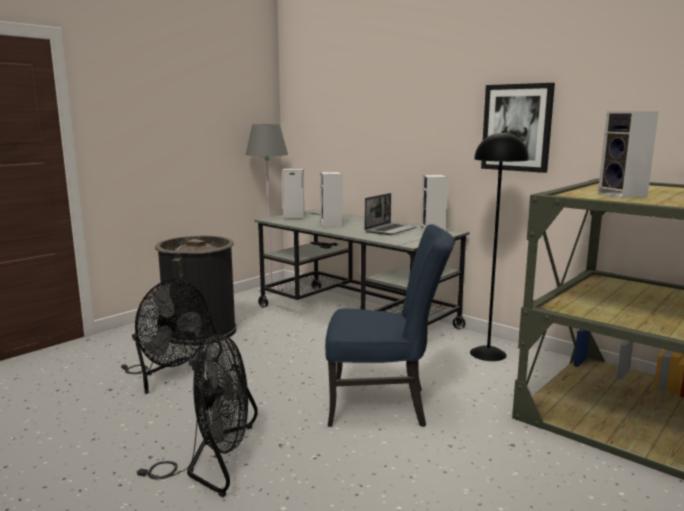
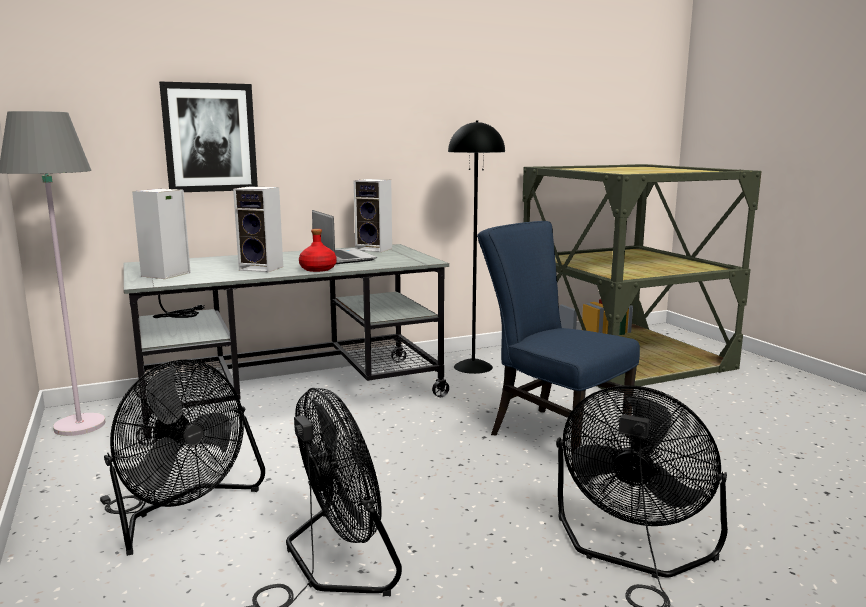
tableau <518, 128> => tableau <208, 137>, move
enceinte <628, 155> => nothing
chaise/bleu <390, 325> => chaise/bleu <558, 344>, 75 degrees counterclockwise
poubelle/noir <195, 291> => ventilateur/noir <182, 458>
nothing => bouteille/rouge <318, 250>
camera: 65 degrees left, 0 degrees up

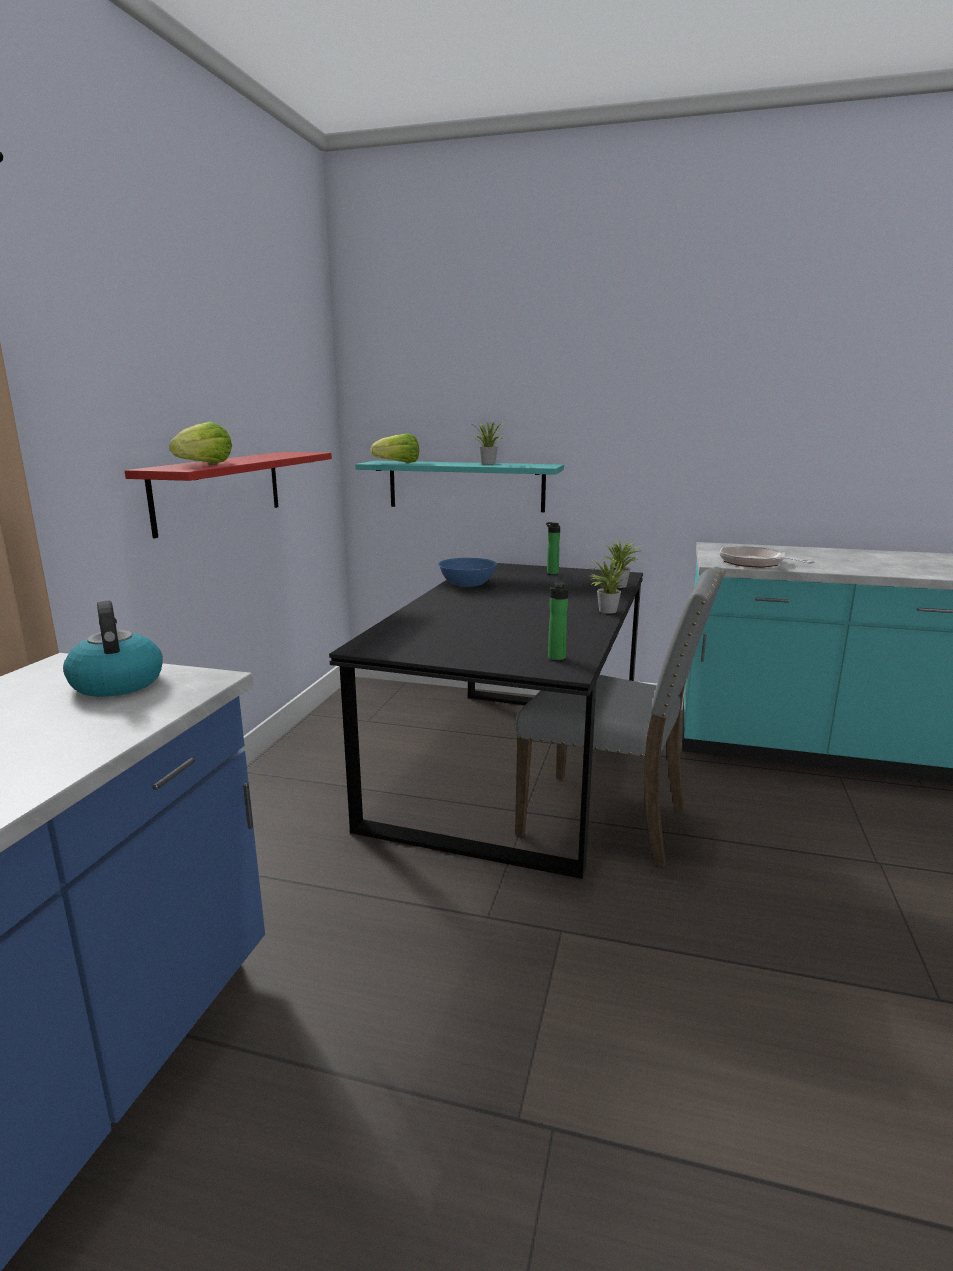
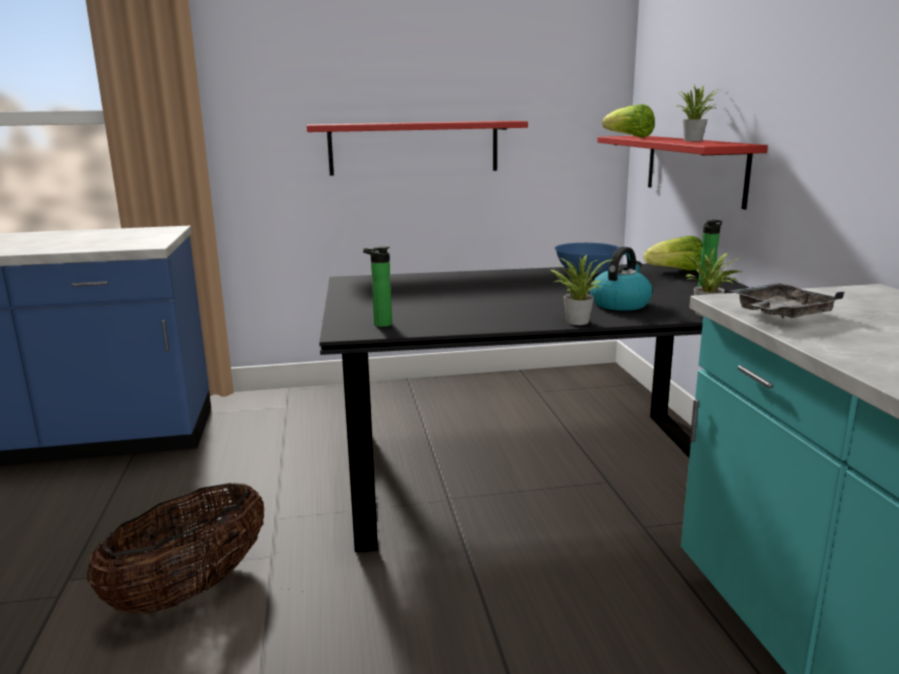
laitue <200, 443> => laitue <673, 253>, move
étagère/turquoise <459, 486> => étagère/rouge <682, 172>
poêle <767, 557> => plateau/gris <787, 300>
chaise/gris <620, 717> => nothing
bouilloire <113, 649> => bouilloire <621, 279>, move
nothing => panier <176, 548>
camera: 65 degrees right, 0 degrees up

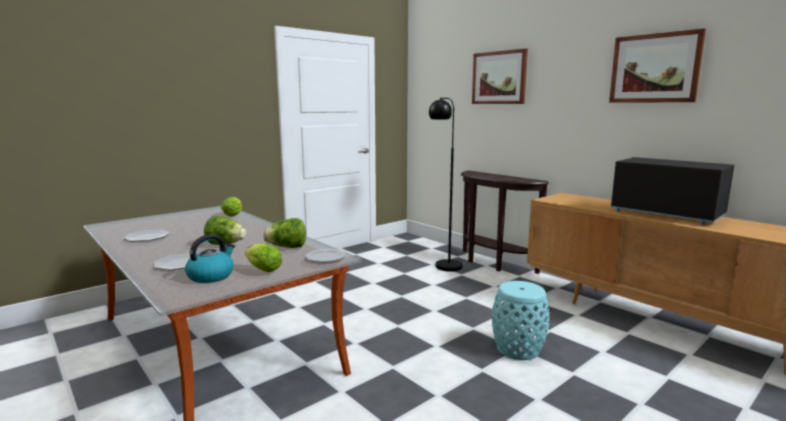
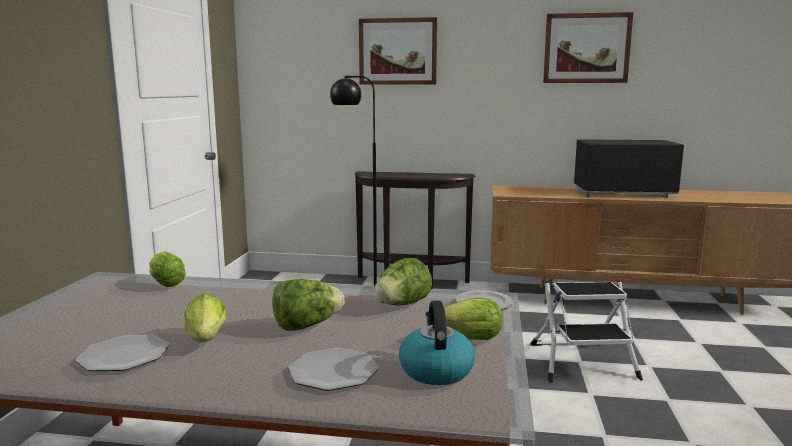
tabouret/turquoise <520, 320> => escabeau <586, 331>
nothing => laitue <205, 317>
camera: 40 degrees left, 0 degrees up

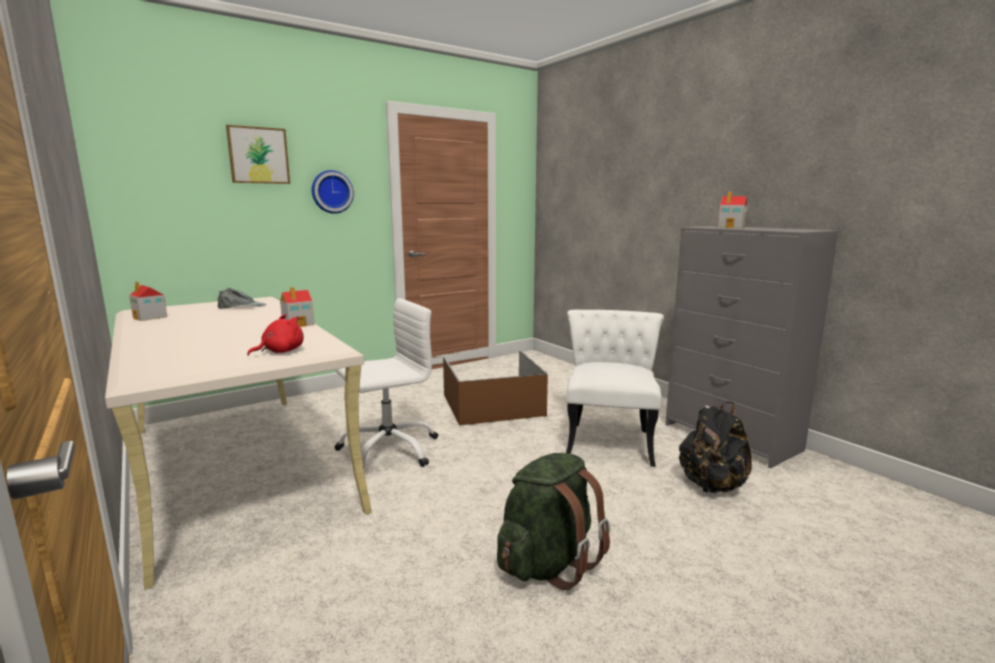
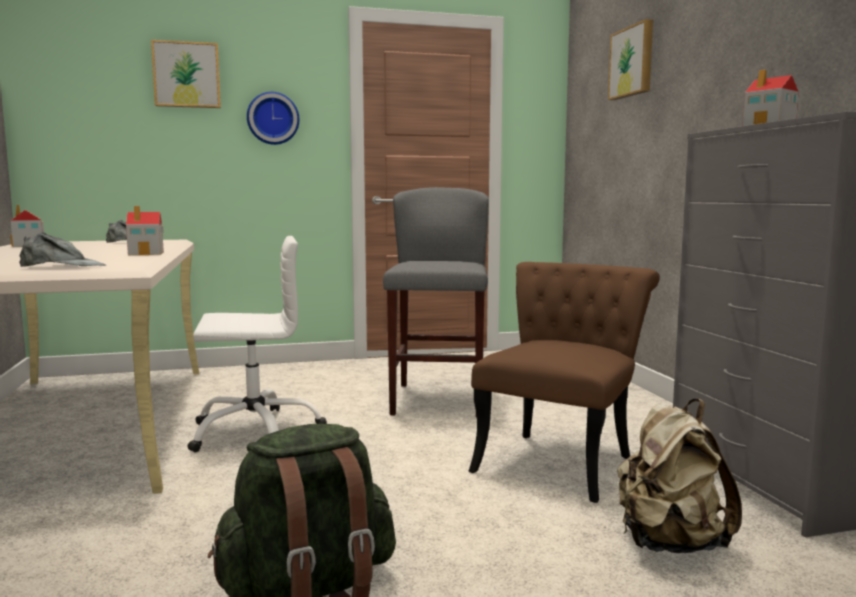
chaise/blanc <615, 388> => chaise/marron <564, 382>
peluche/rouge <275, 335> => casquette/gris <63, 249>
boîte de rangement/marron <495, 388> => tabouret/gris <436, 302>
sac à dos/noir <715, 447> => sac à dos/beige <679, 476>
nothing => tableau <630, 59>
camera: 20 degrees right, 5 degrees down

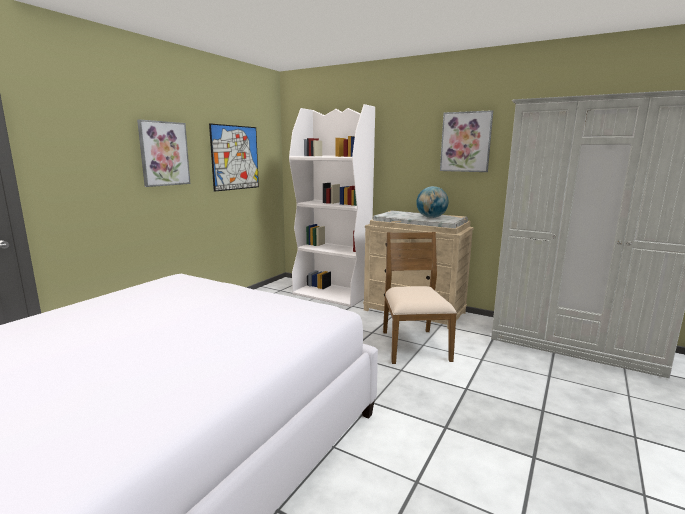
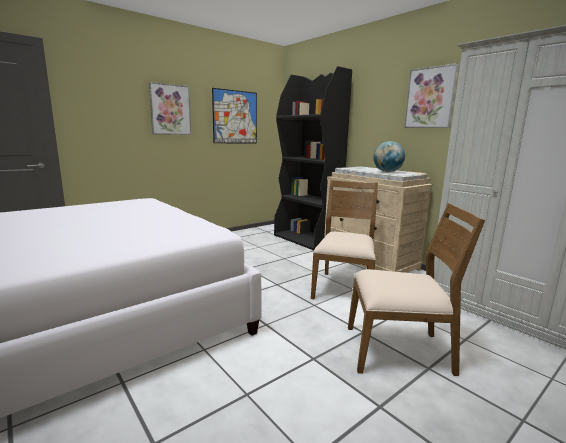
bibliothèque/blanc <332, 205> => bibliothèque/noir <313, 158>
nothing => chaise/marron <416, 289>
camera: 20 degrees right, 0 degrees up

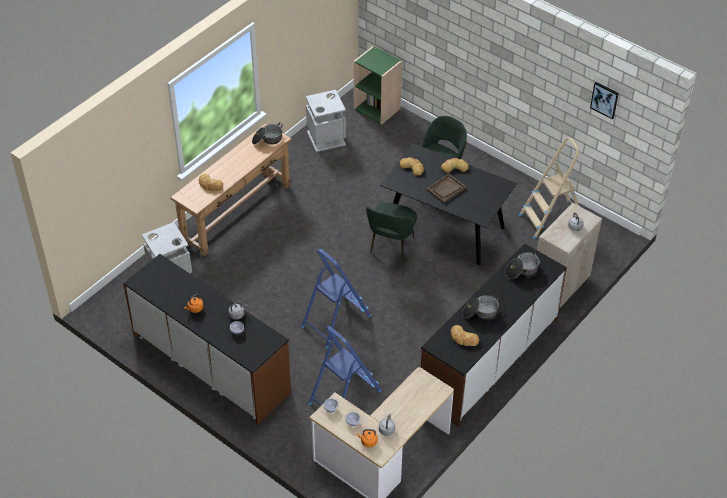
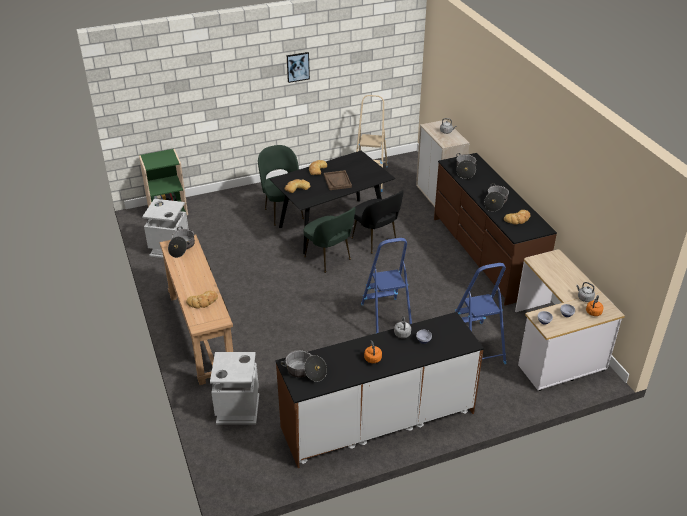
tableau <604, 101> => tableau <298, 67>, move
nothing => chaise/noir <378, 222>
nothing => marmite <303, 366>
camera: 60 degrees left, 10 degrees down

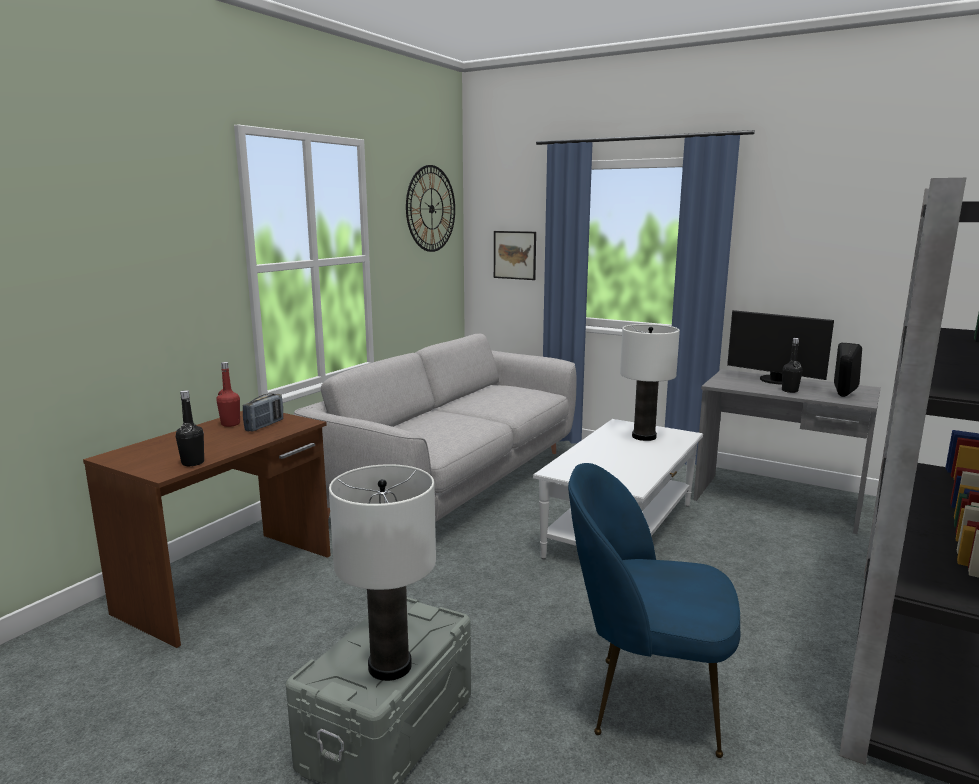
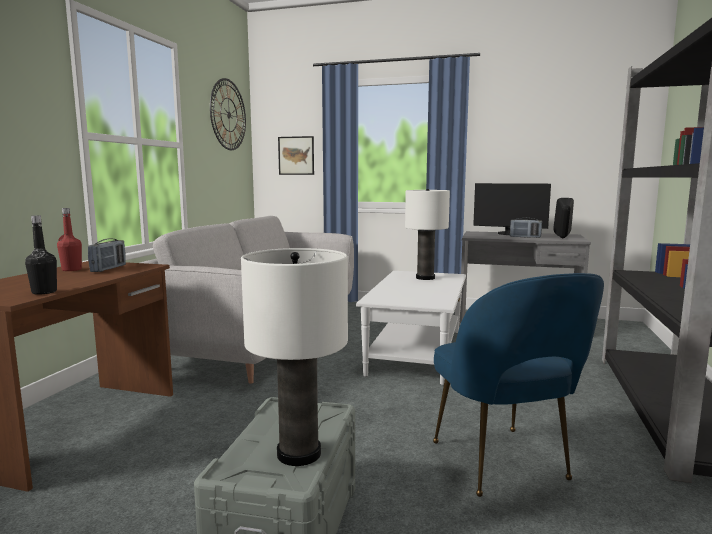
bouteille/noir <792, 365> => radio <526, 228>
chaise/bleu <654, 610> => chaise/bleu <518, 385>, 105 degrees counterclockwise
camera: 15 degrees left, 5 degrees down

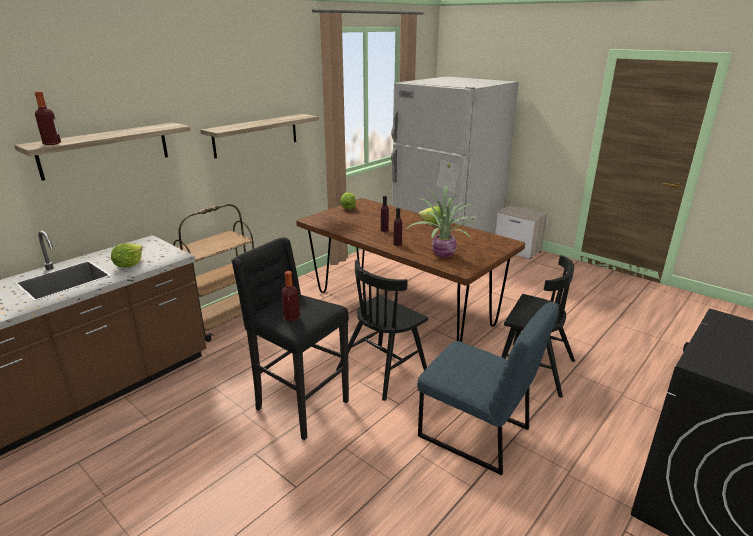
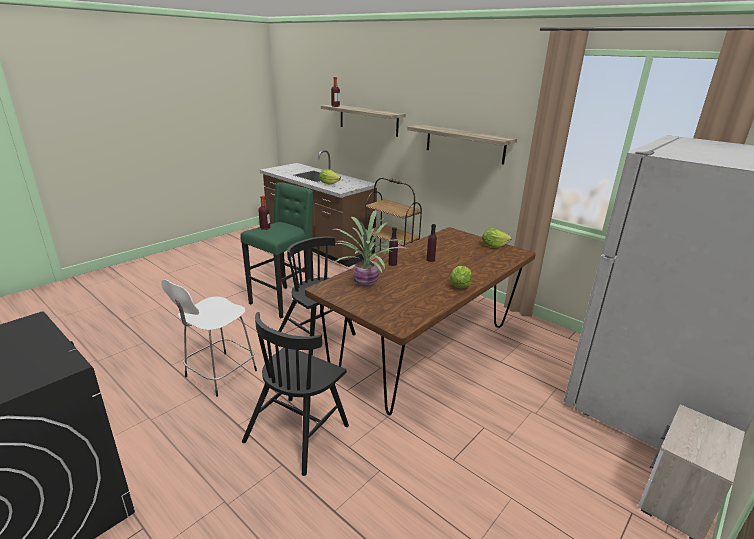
tabouret/noir <290, 338> => tabouret/vert <276, 250>
chaise/bleu <488, 388> => tabouret/blanc <209, 338>
camera: 90 degrees right, 0 degrees up

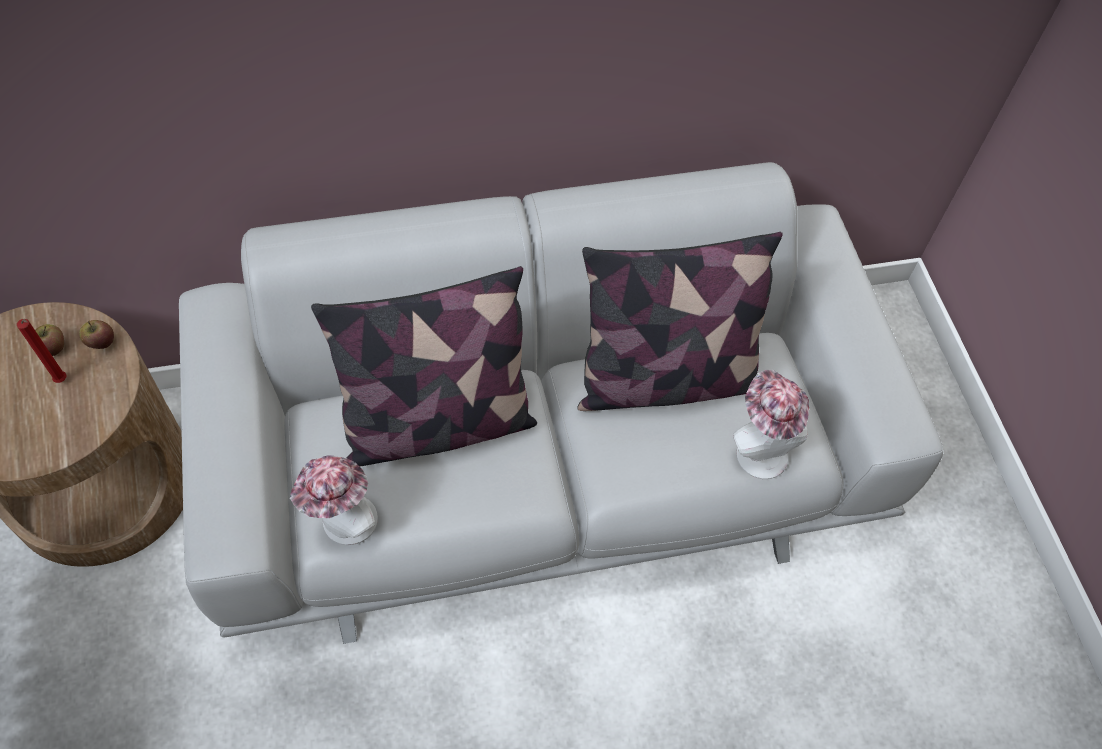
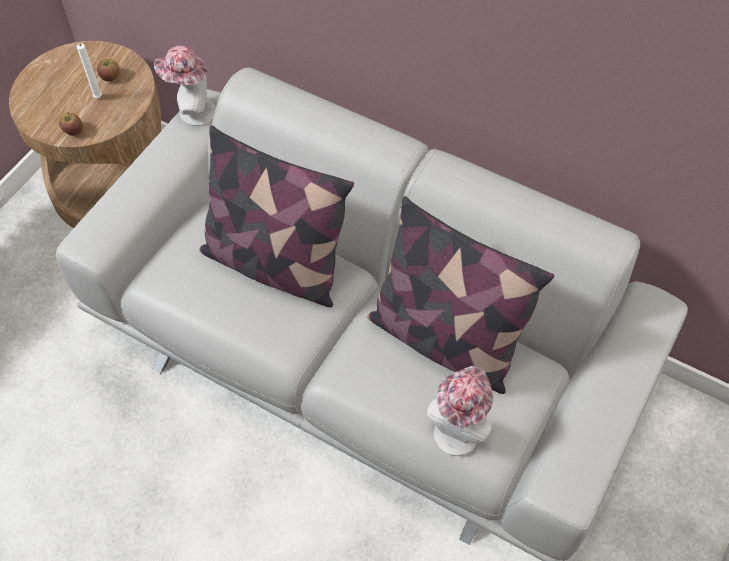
bougie/rouge <41, 351> => bougie/blanc <89, 70>
pomme <96, 334> => pomme <70, 124>, move
chapeau <334, 500> => chapeau <185, 85>, move
camera: 45 degrees right, 0 degrees up

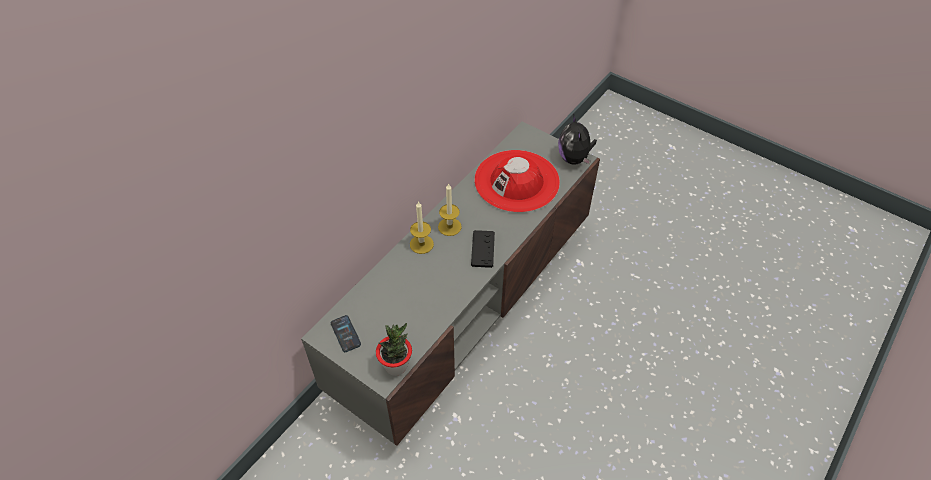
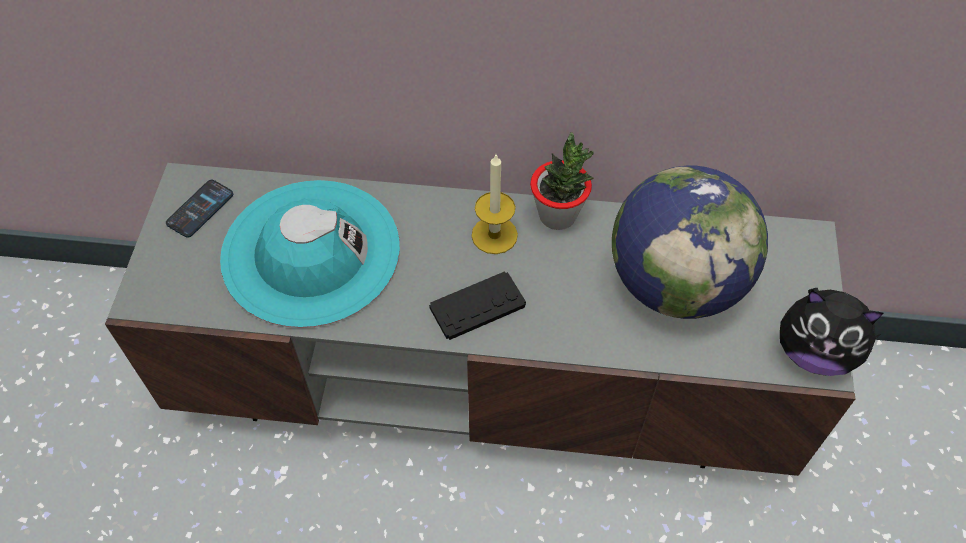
peluche <577, 139> => peluche <831, 332>, 120 degrees counterclockwise
chapeau/rouge <517, 181> => globe <690, 242>
bougie <422, 227> => nothing
plante en pot <394, 349> => plante en pot <562, 181>, move
nothing => chapeau/turquoise <310, 254>
camera: 60 degrees right, 5 degrees up

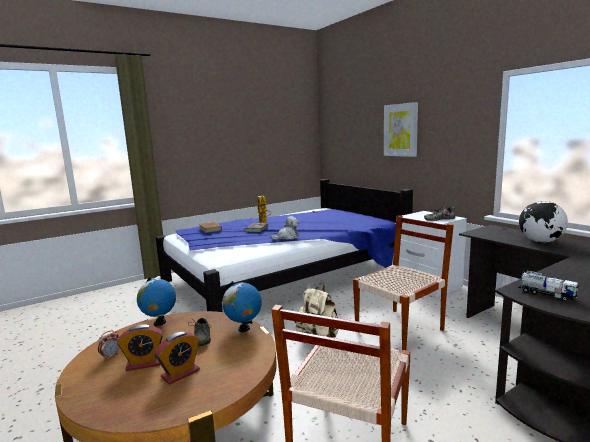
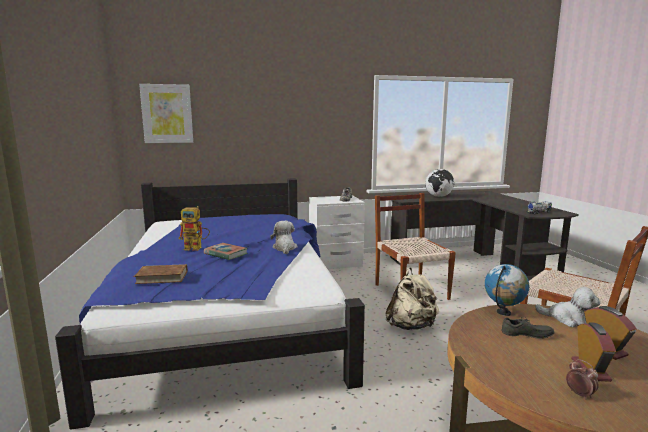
tableau <401, 129> => tableau <166, 113>, move
globe <156, 301> => nothing
nothing => peluche <567, 307>
camera: 70 degrees left, 0 degrees up

